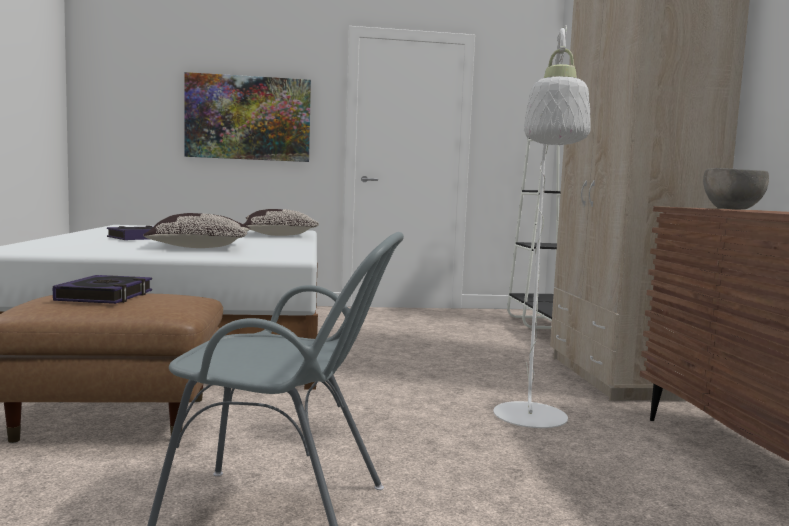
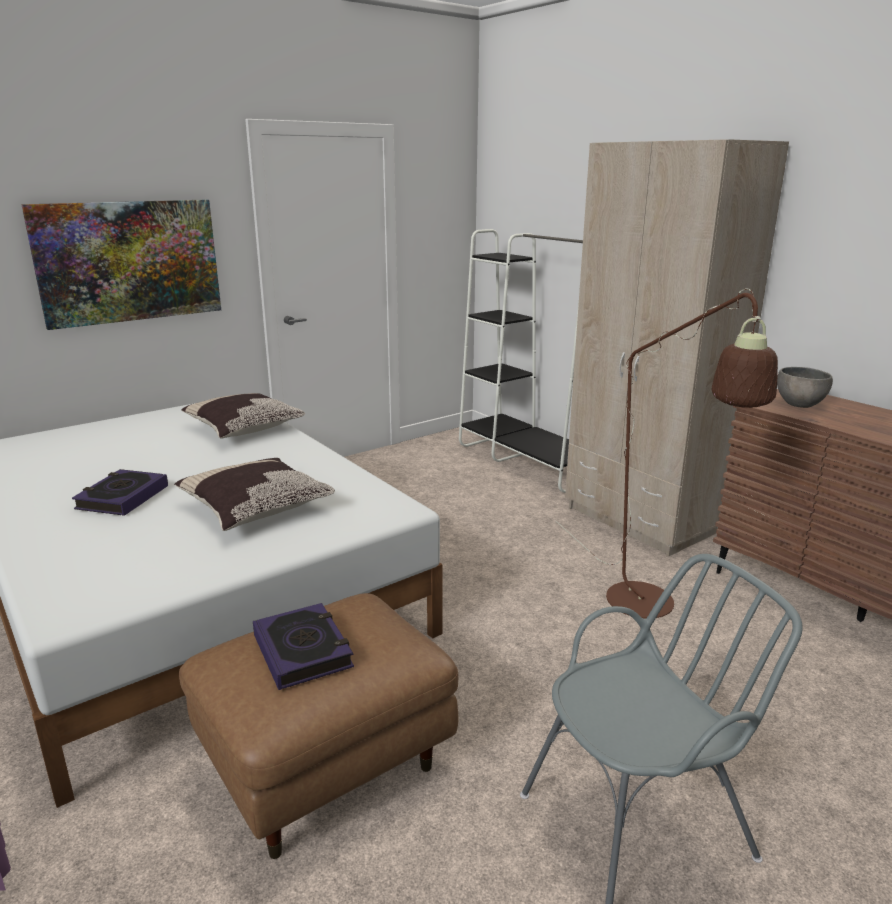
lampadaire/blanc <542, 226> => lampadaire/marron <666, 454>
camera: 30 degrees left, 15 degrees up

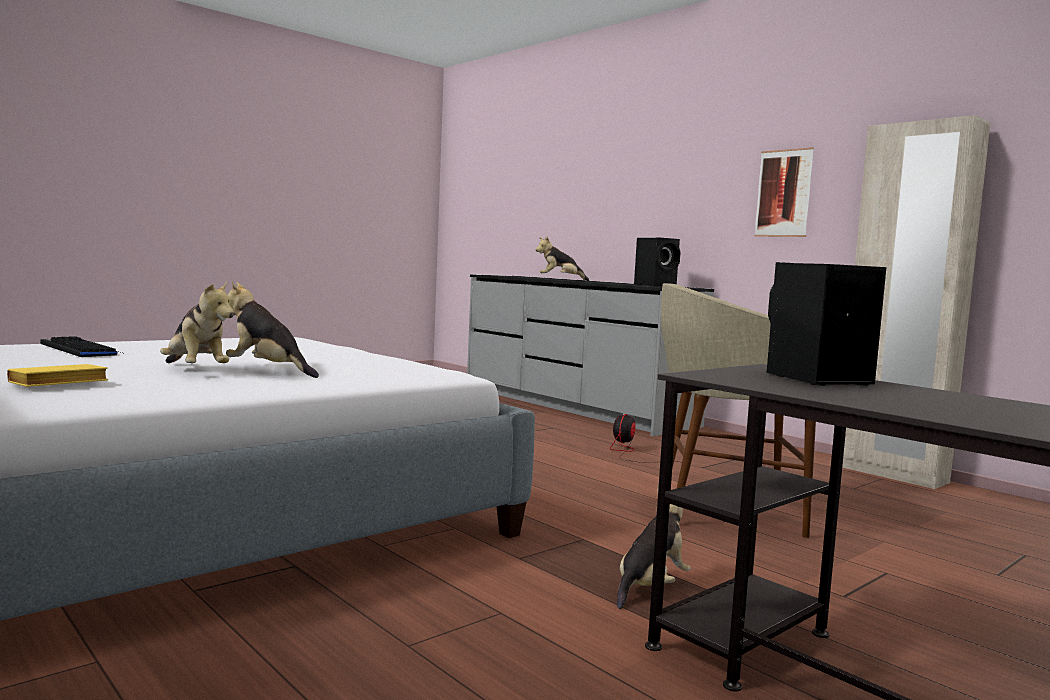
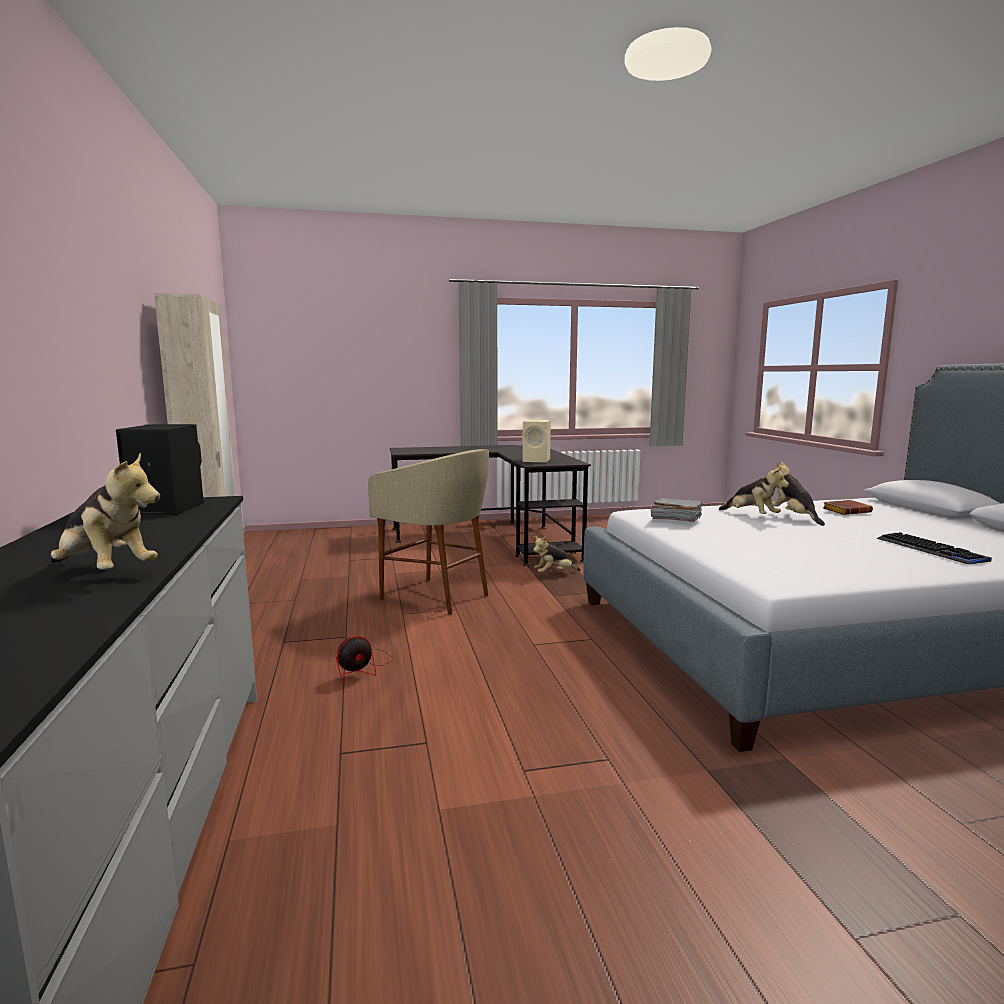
tableau <784, 192> => nothing
enceinte/noir <826, 324> => enceinte/beige <536, 441>
livre/jaune <57, 375> => livre/marron <848, 507>
nothing => livre/gris <676, 510>
camera: 150 degrees left, 5 degrees up

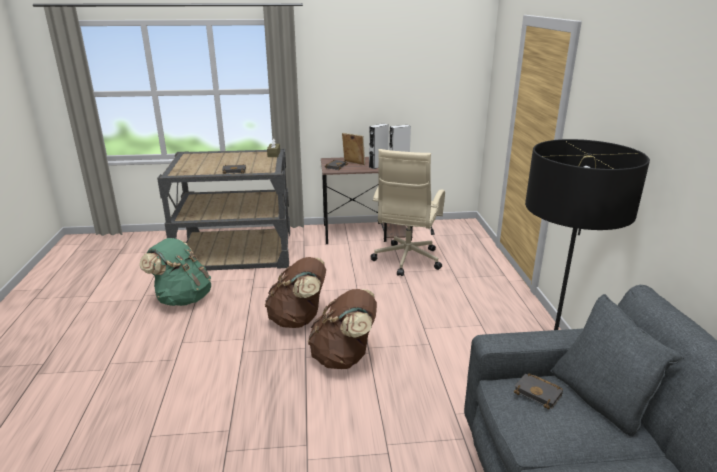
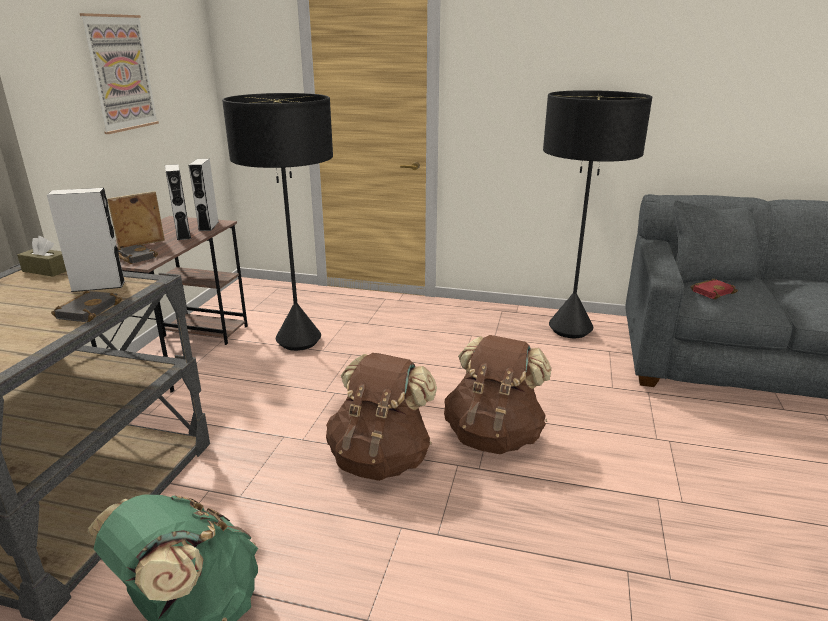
chaise de bureau/beige <408, 212> => lampadaire/noir <277, 222>
livre/noir <538, 391> => livre/rouge <714, 288>
nothing => tableau <119, 73>
nothing => enceinte/gris <86, 240>
camera: 70 degrees left, 0 degrees up

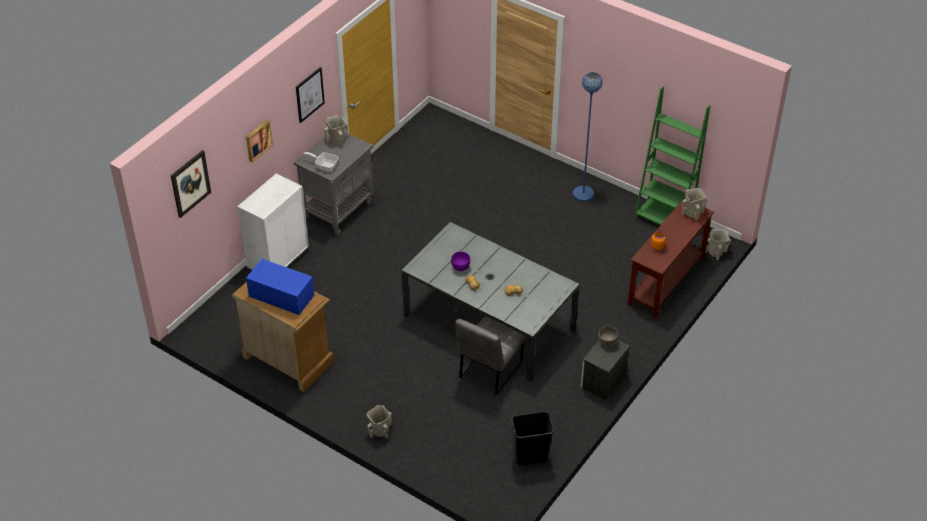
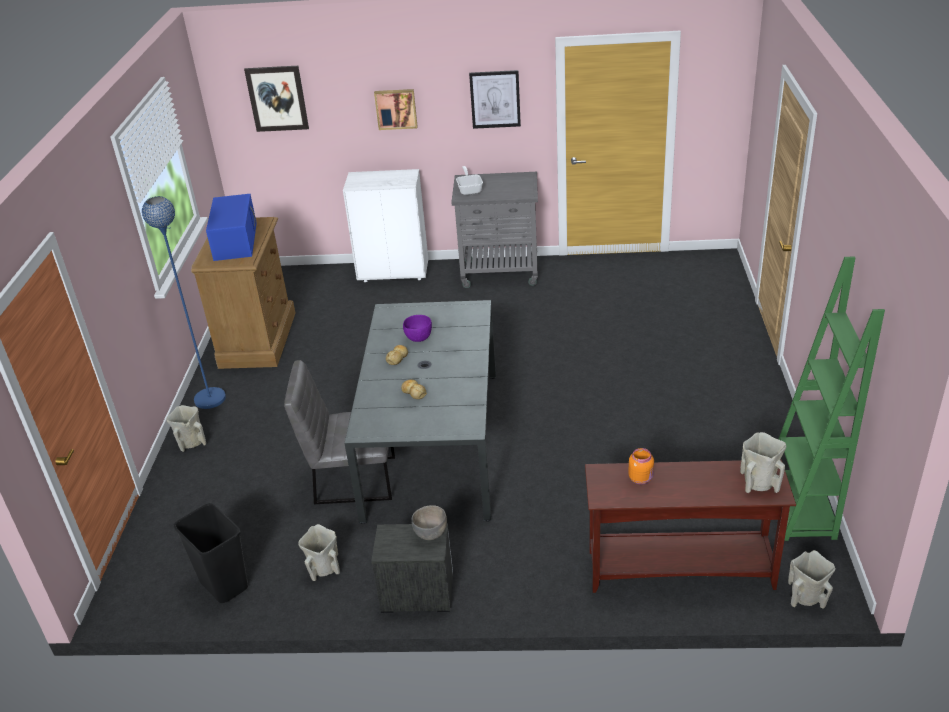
lampadaire/bleu <588, 137> => lampadaire/bleu <184, 302>, move
vase/beige <336, 130> => vase/beige <319, 552>, move
camera: 60 degrees right, 10 degrees down

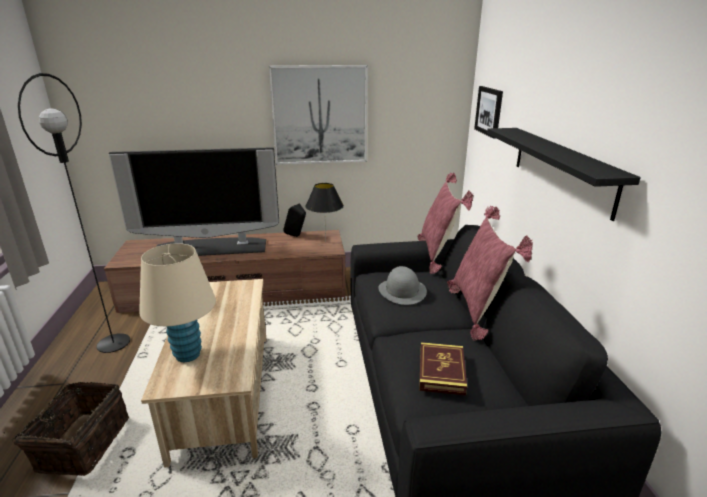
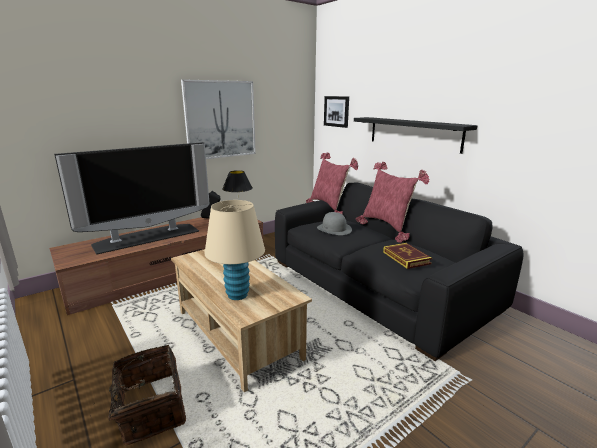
lampadaire/noir <74, 213> => nothing
camera: 30 degrees left, 5 degrees down

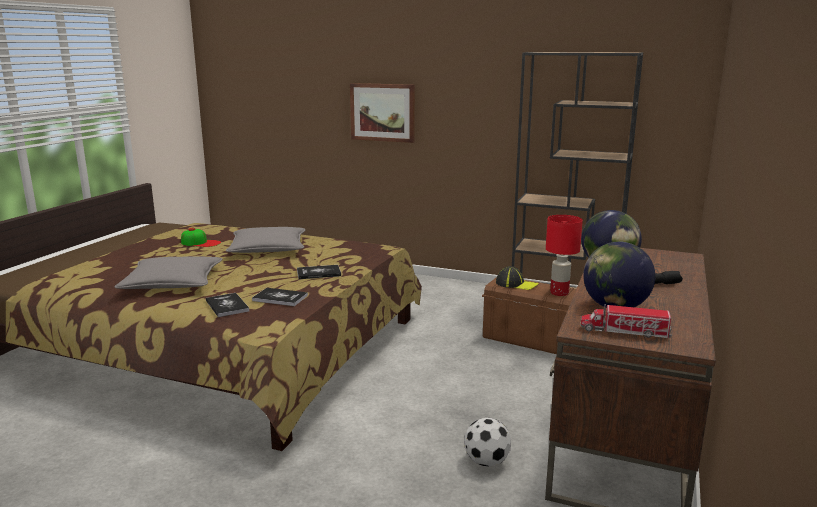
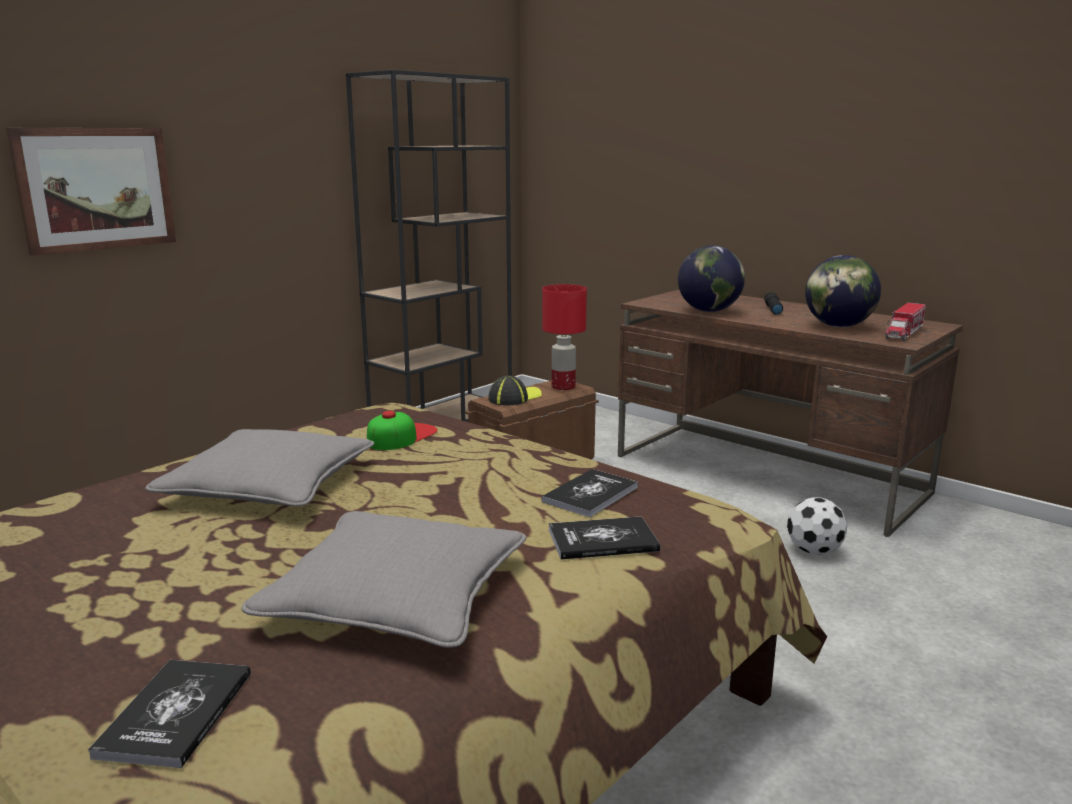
casquette <201, 237> => casquette <402, 430>, move
livre <319, 272> => livre <169, 714>, move
camera: 70 degrees left, 0 degrees up

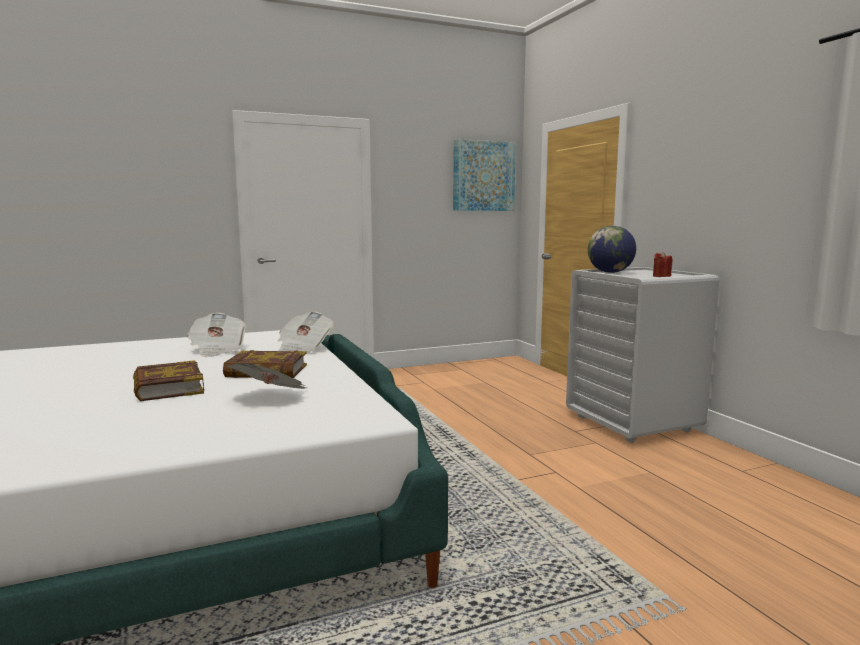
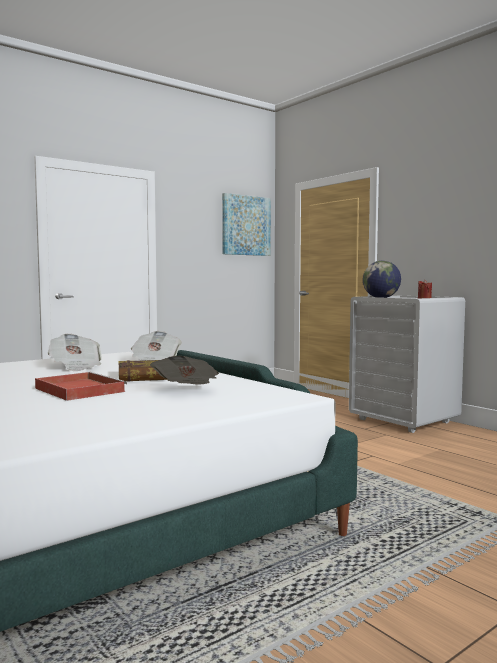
livre <168, 380> => plateau/rouge <81, 386>
camera: 15 degrees left, 5 degrees down

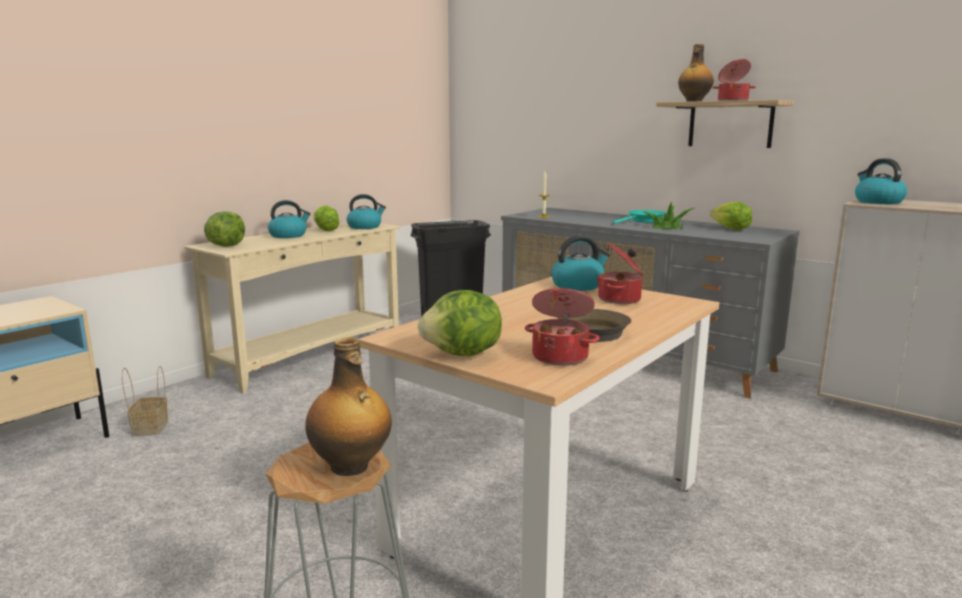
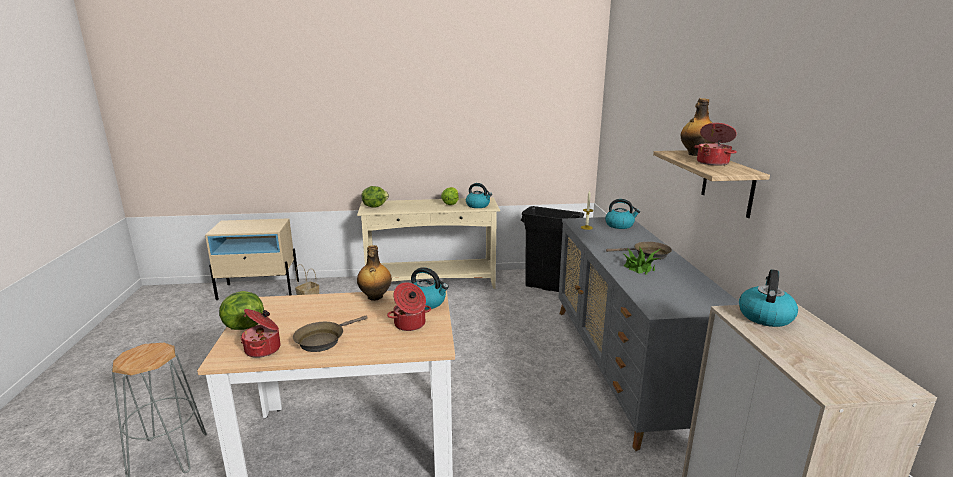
bouilloire <289, 219> => bouilloire <622, 214>, move
laitue <731, 216> => nothing
poêle/turquoise <640, 217> => poêle/marron <639, 251>
bouteille <348, 406> => bouteille <374, 273>, move
camera: 45 degrees right, 5 degrees up

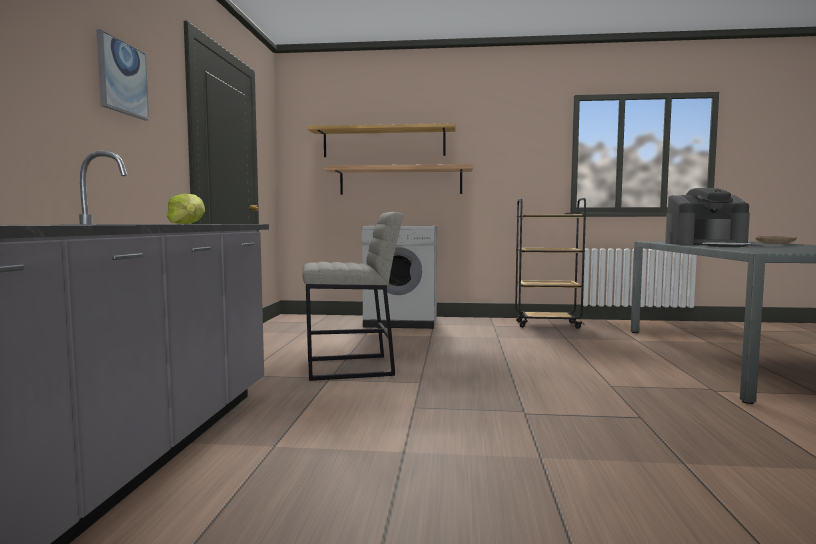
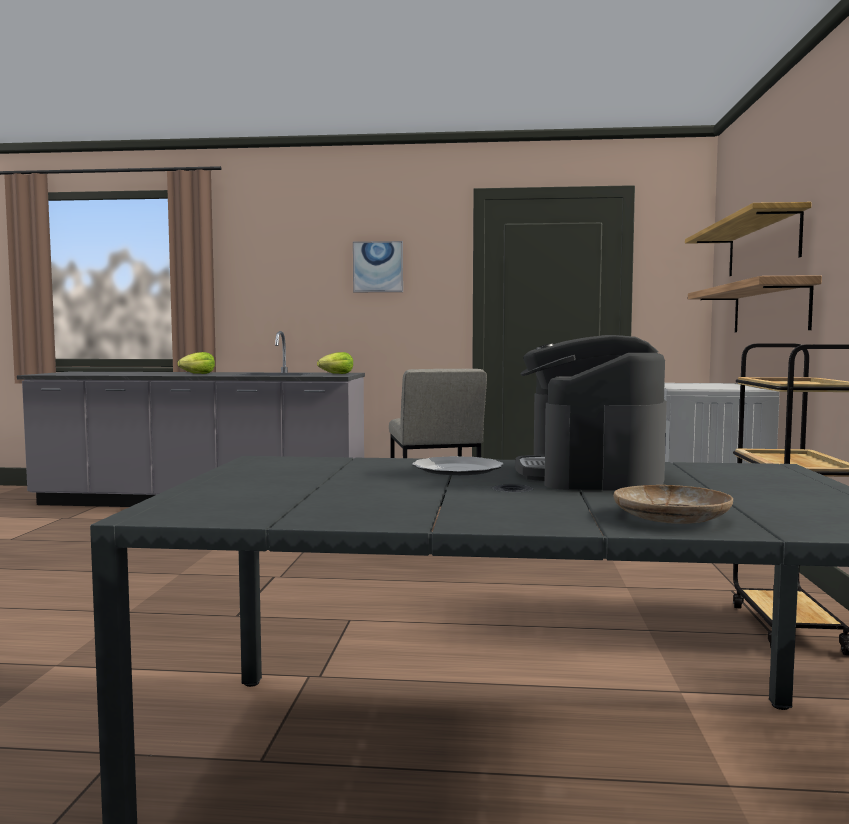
nothing => laitue <196, 363>
camera: 90 degrees right, 0 degrees up

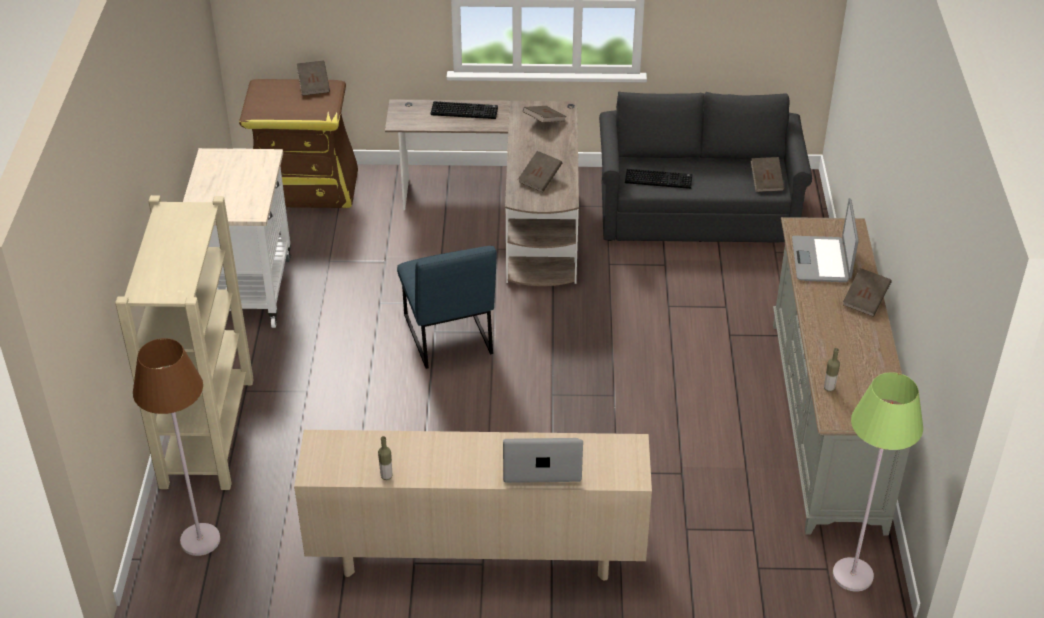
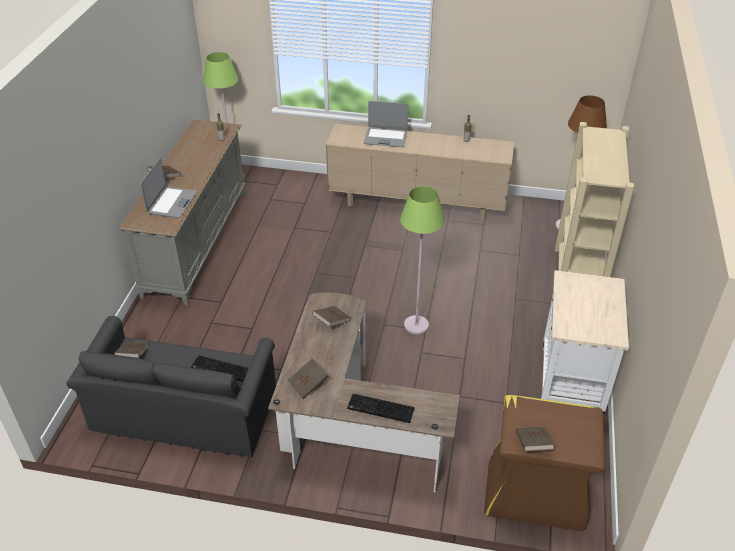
chaise/bleu <447, 307> => lampadaire/vert <422, 260>
camera: 170 degrees left, 0 degrees up

